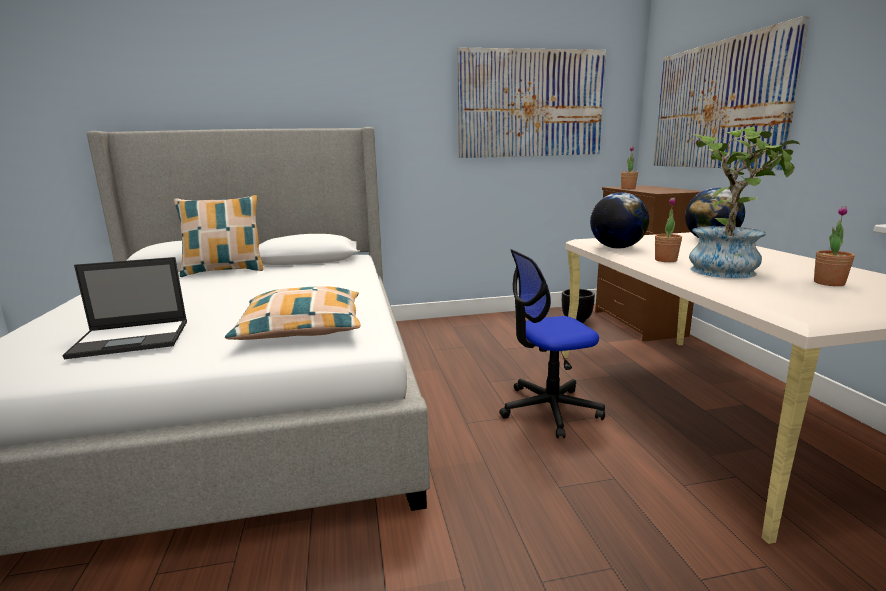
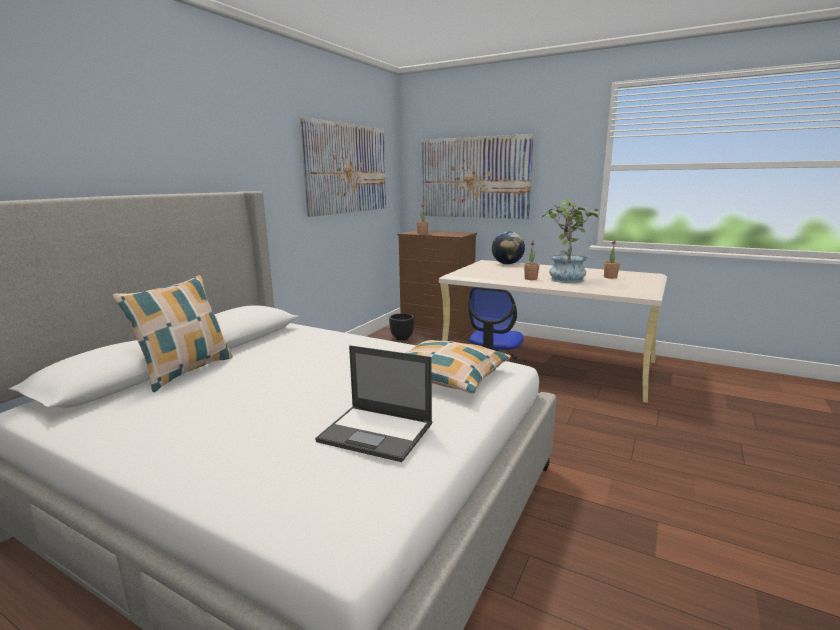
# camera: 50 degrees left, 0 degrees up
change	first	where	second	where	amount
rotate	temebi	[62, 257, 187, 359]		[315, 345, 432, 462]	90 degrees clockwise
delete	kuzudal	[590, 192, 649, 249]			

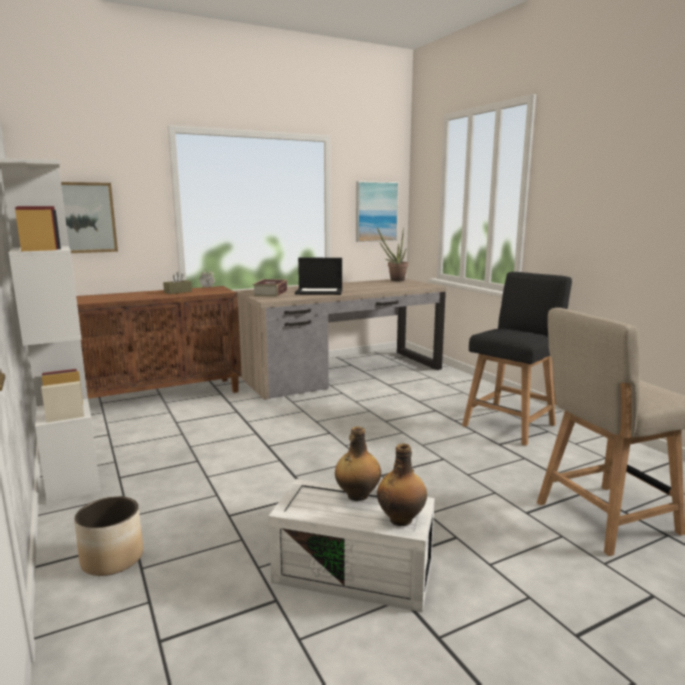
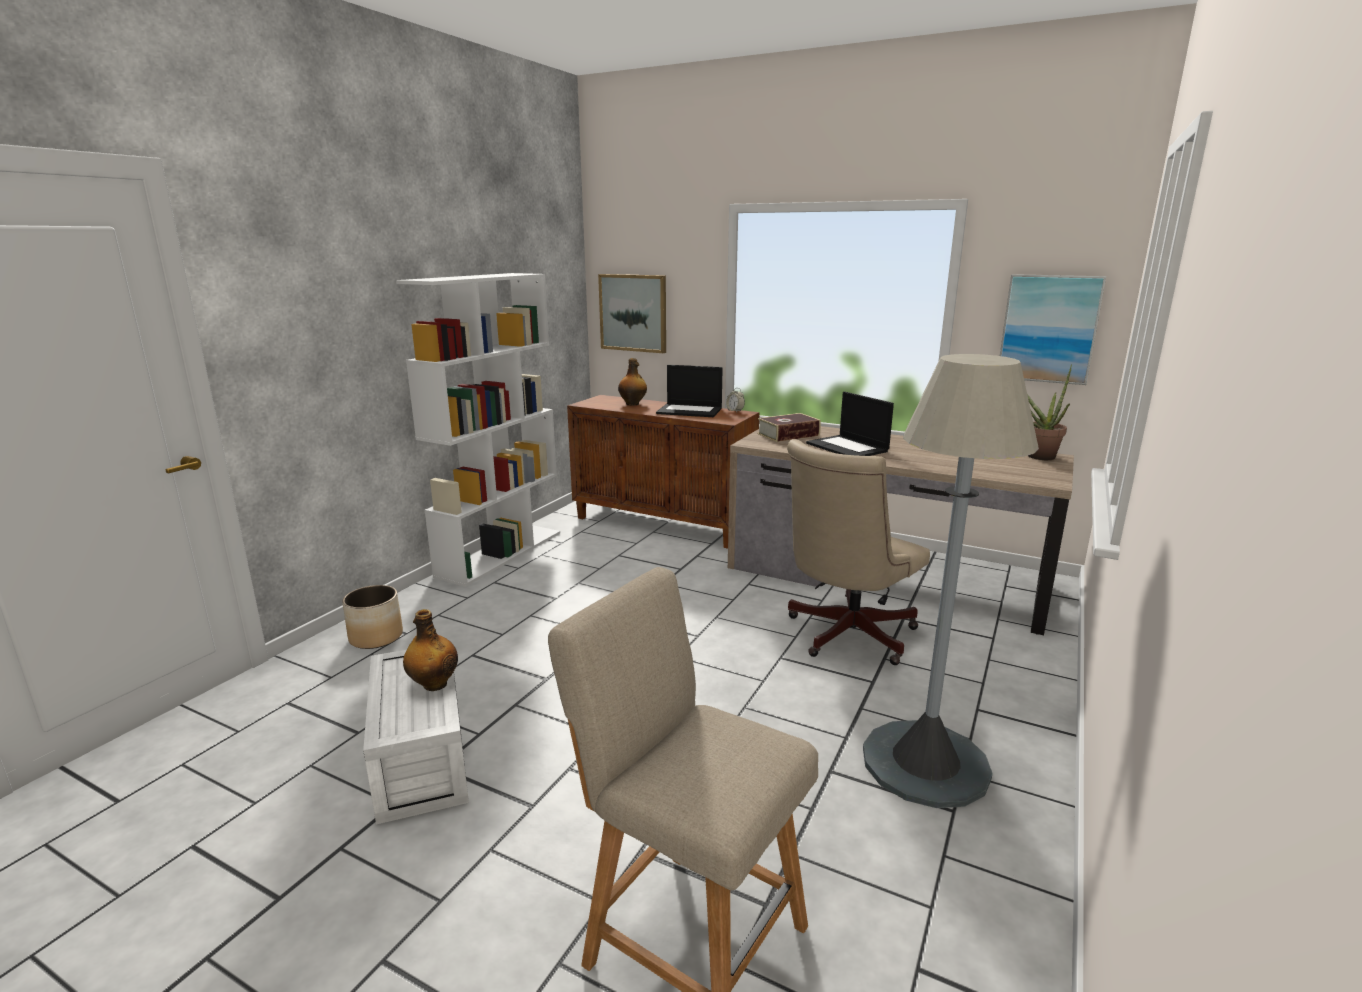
# camera: 55 degrees right, 5 degrees up
change	first	where	second	where	amount
replace	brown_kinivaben	[163, 272, 192, 294]	temebi	[656, 365, 723, 417]	
move	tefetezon	[377, 443, 427, 526]		[618, 358, 647, 405]	
replace	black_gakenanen	[462, 272, 572, 446]	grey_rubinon	[863, 354, 1039, 808]	
insert			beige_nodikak	[787, 439, 930, 665]	

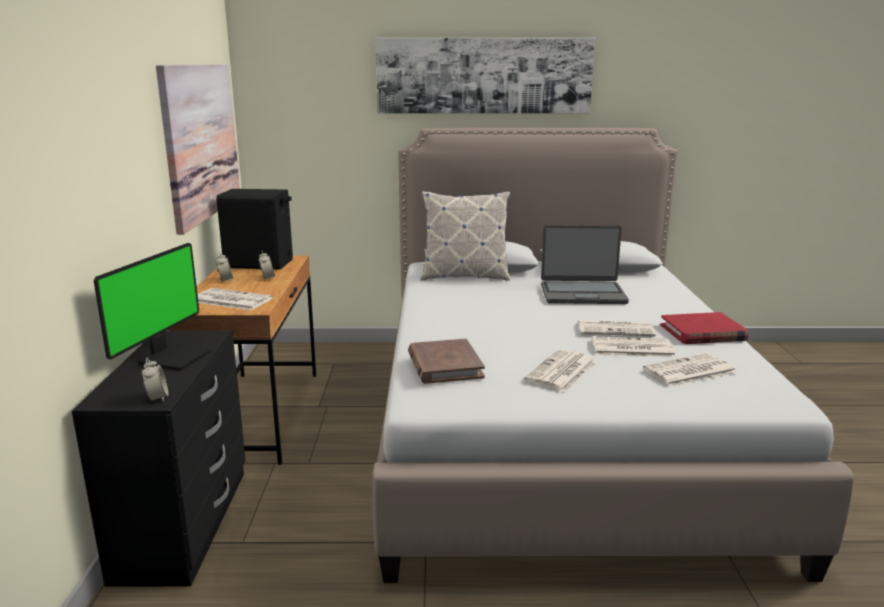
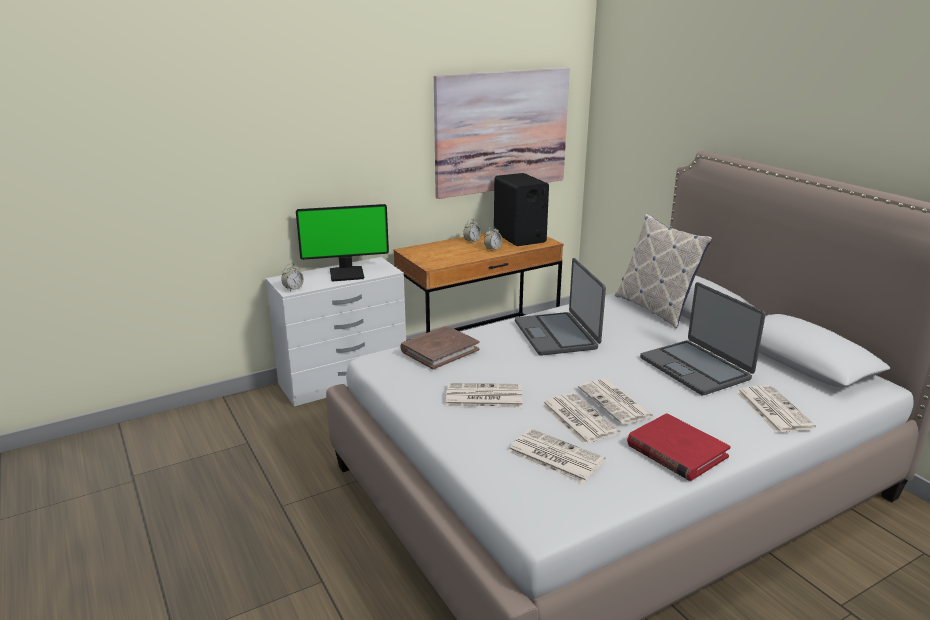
# camera: 60 degrees right, 5 degrees up
change	first	where	second	where	amount
recolor	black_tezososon	[72, 330, 246, 587]	white_tezososon	[266, 257, 406, 406]	
move	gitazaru	[198, 288, 273, 310]		[736, 385, 816, 433]	
delete	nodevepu	[375, 38, 595, 113]			
insert			temebi	[515, 258, 606, 356]	

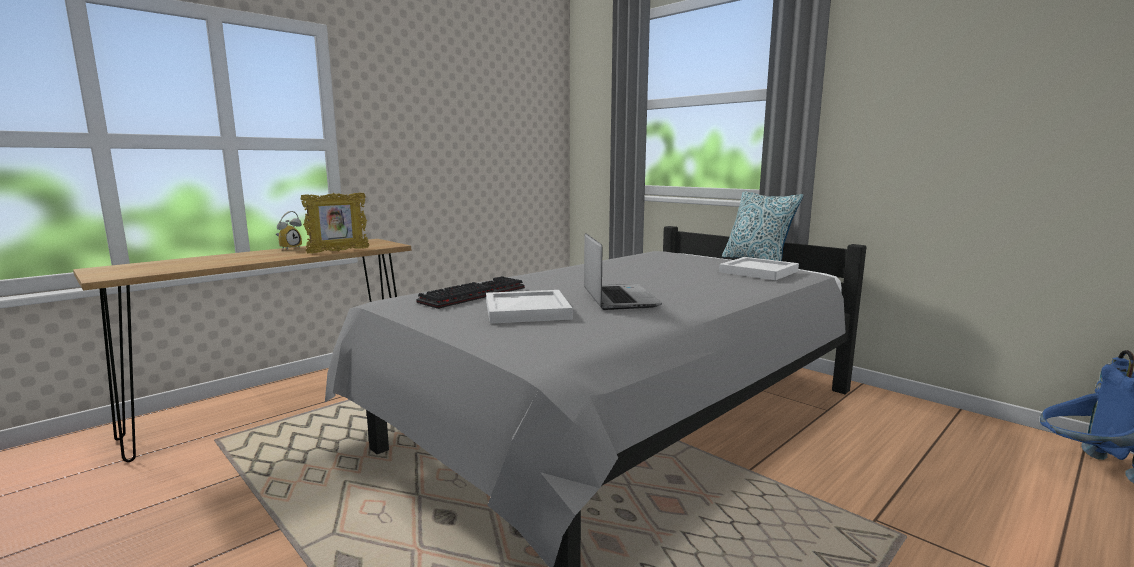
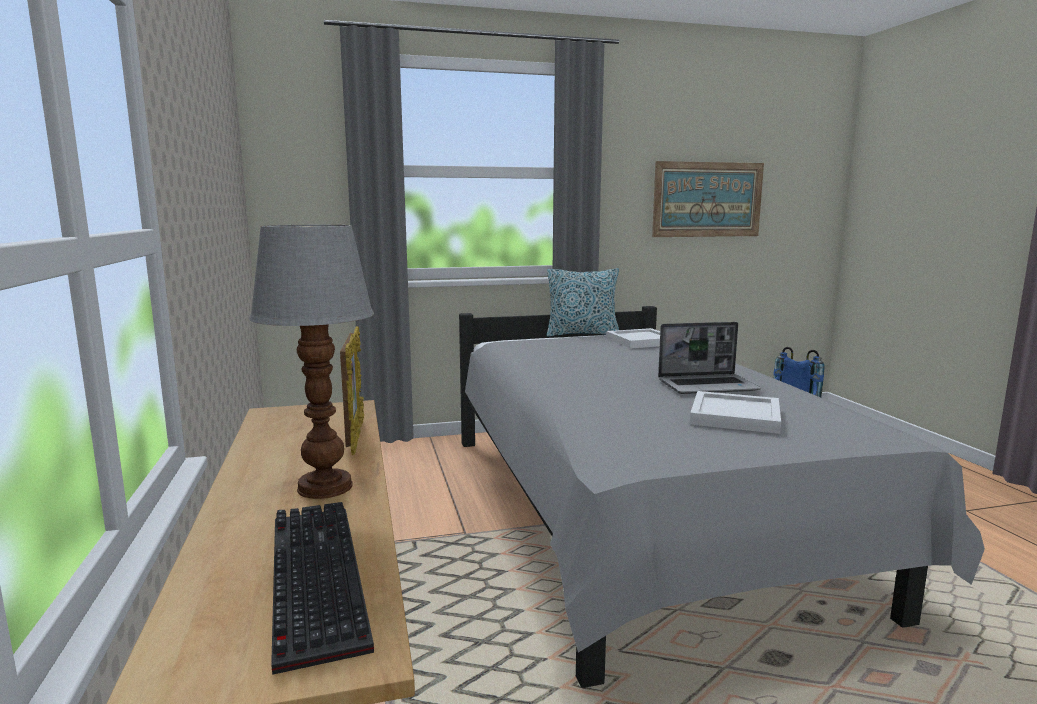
# camera: 60 degrees left, 0 degrees up
change	first	where	second	where	amount
delete	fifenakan	[276, 211, 302, 250]			
move	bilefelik	[416, 276, 525, 309]		[271, 502, 374, 675]	
rotate	temebi	[584, 233, 662, 310]		[658, 322, 761, 394]	150 degrees clockwise
insert			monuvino	[249, 225, 374, 499]	
insert			nodevepu	[652, 161, 764, 237]	

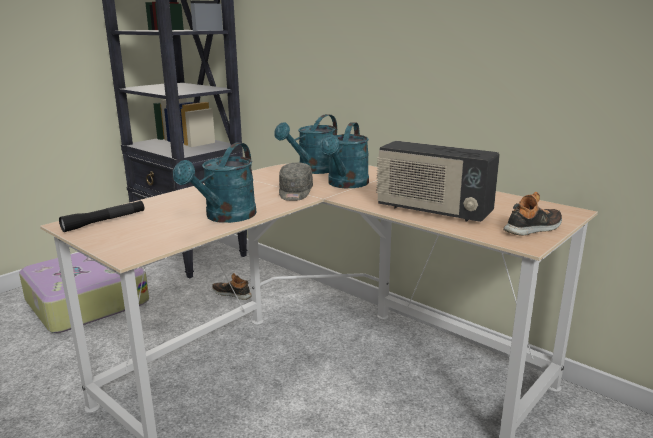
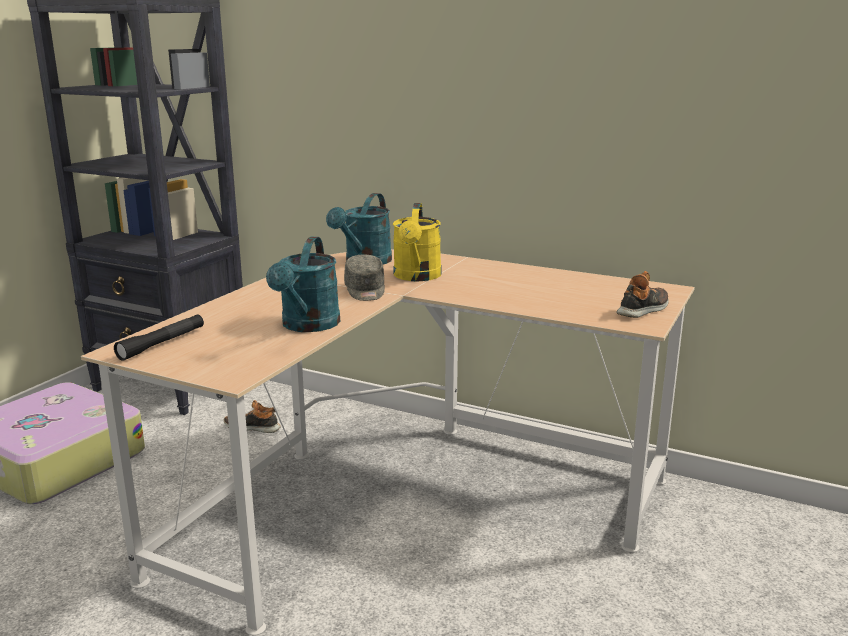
# camera: 15 degrees left, 0 degrees up
change	first	where	second	where	amount
recolor	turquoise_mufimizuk	[320, 122, 369, 188]	yellow_mufimizuk	[393, 203, 442, 281]	
delete	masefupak	[376, 141, 500, 222]			

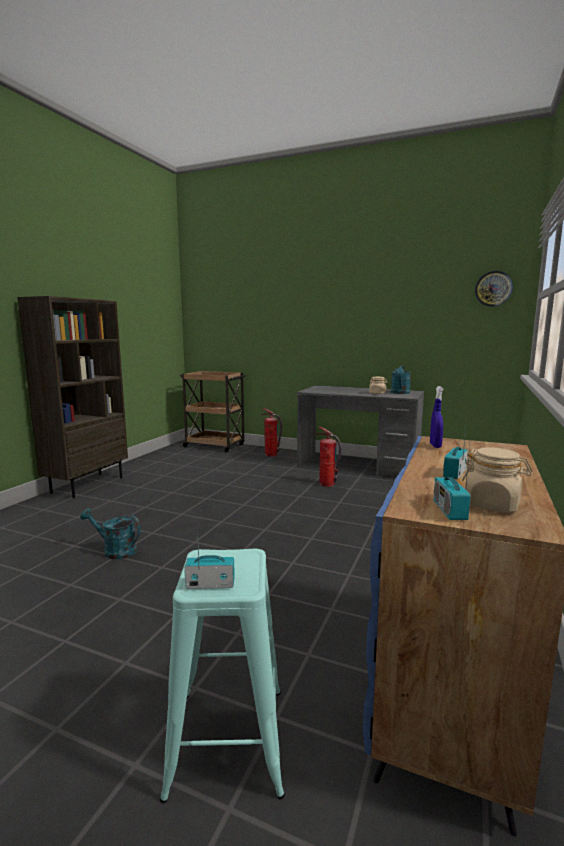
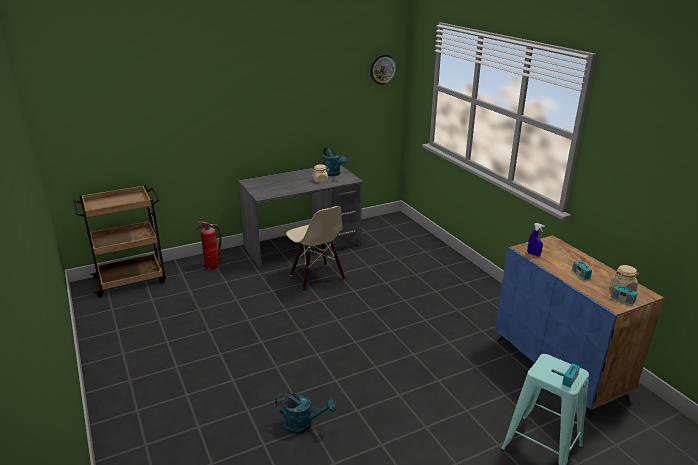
# camera: 50 degrees left, 15 degrees up
change	first	where	second	where	amount
delete	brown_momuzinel	[17, 296, 128, 498]			
rotate	turquoise_mufimizuk	[80, 508, 141, 559]		[275, 393, 336, 434]	135 degrees counterclockwise
replace	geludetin	[316, 427, 342, 487]	beige_gakenanen	[286, 206, 345, 292]	

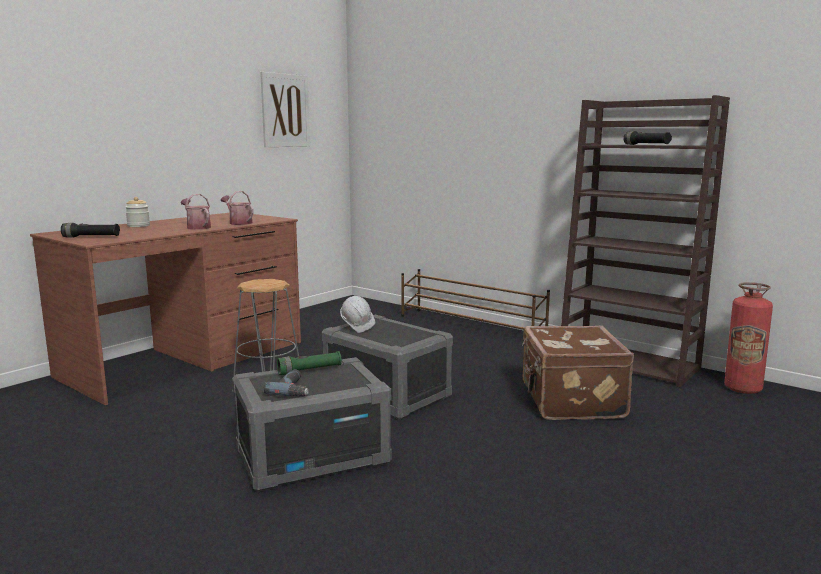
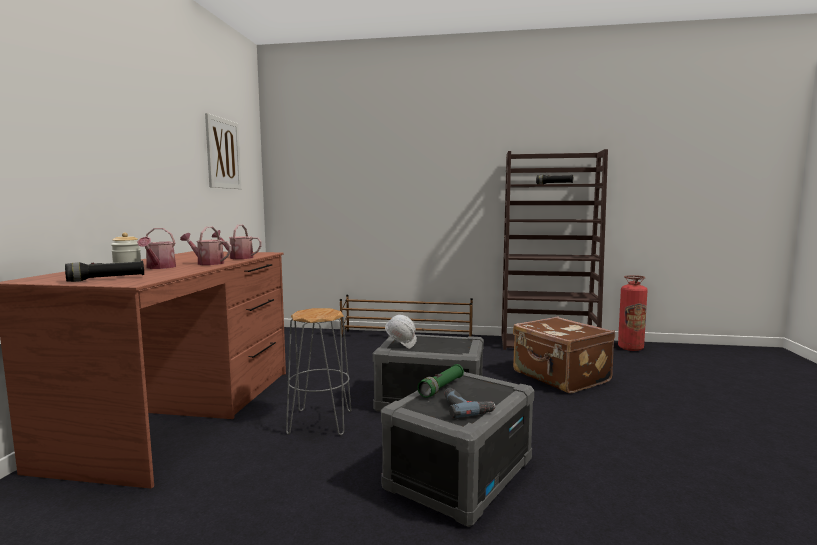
# camera: 30 degrees left, 5 degrees down
change	first	where	second	where	amount
insert			mufimizuk	[137, 228, 176, 269]	

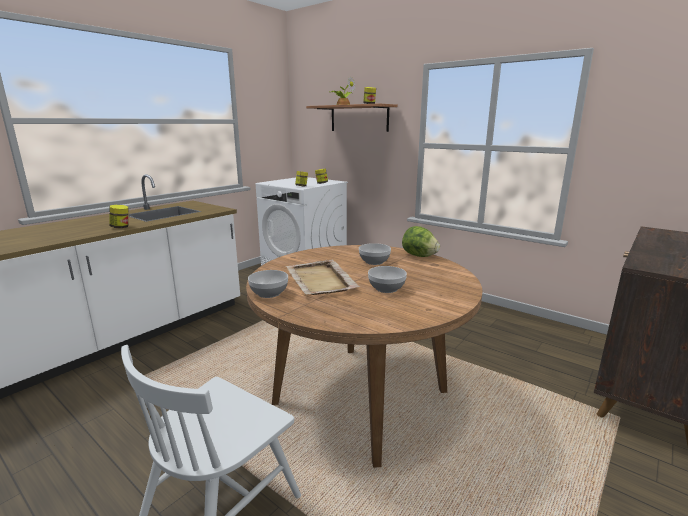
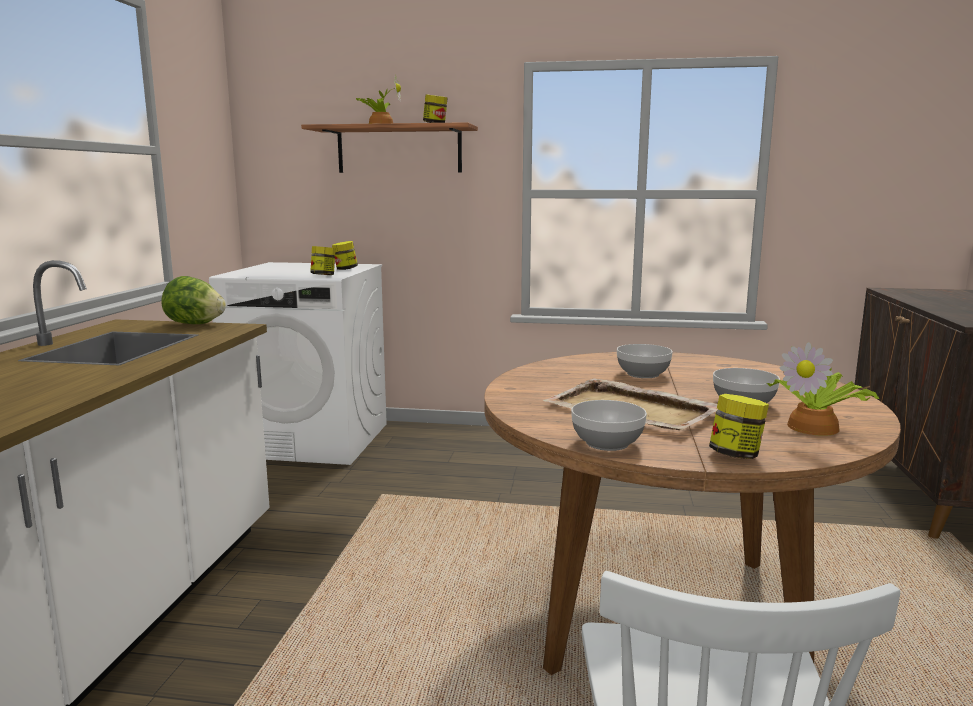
# camera: 30 degrees left, 5 degrees down
change	first	where	second	where	amount
move	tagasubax	[109, 205, 129, 228]		[709, 394, 769, 459]	
move	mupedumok	[402, 226, 440, 257]		[161, 276, 226, 324]	
insert			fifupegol	[767, 342, 879, 436]	

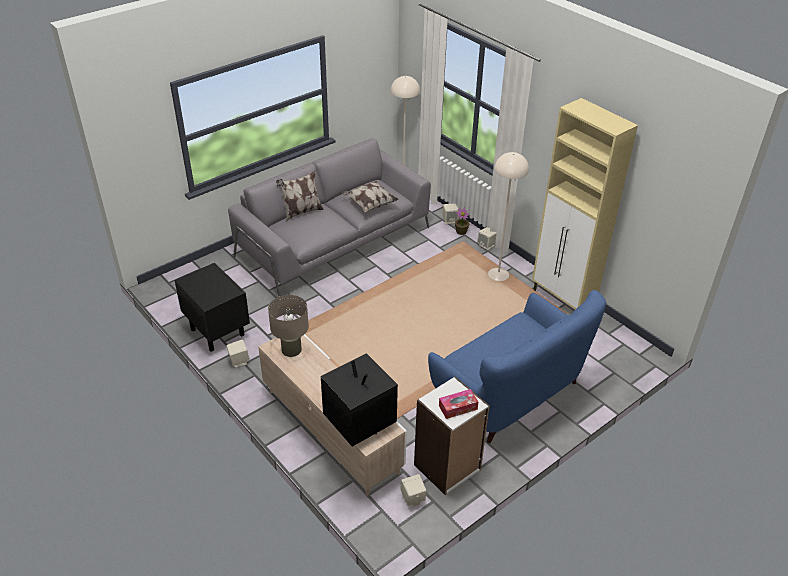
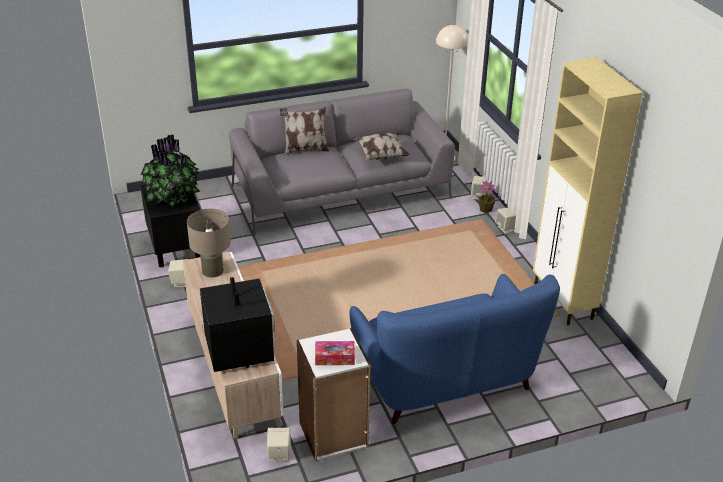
# camera: 20 degrees right, 5 degrees down
change	first	where	second	where	amount
delete	beige_rubinon	[488, 152, 529, 281]			
insert			fifupegol	[141, 134, 201, 207]	

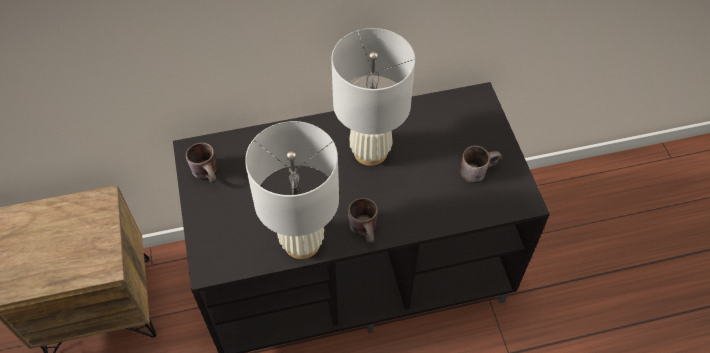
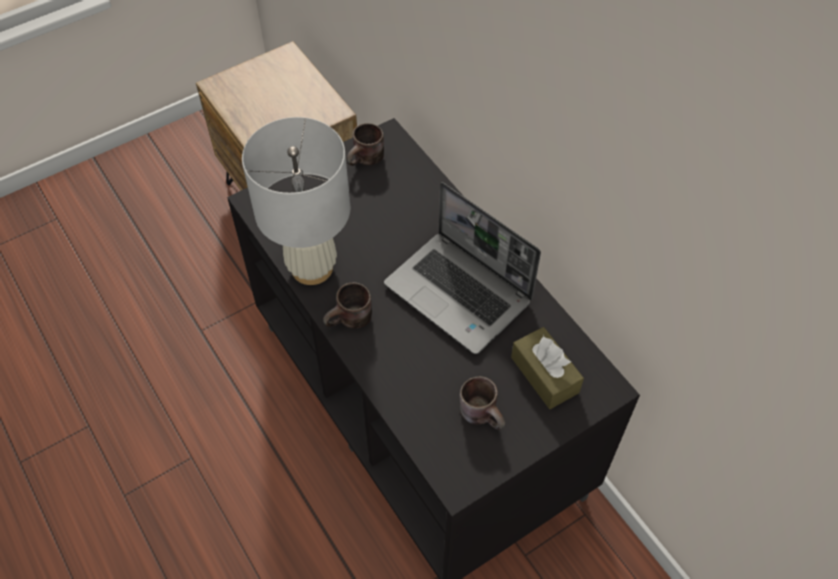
# camera: 70 degrees right, 0 degrees up
change	first	where	second	where	amount
replace	white_monuvino	[331, 28, 415, 166]	temebi	[384, 182, 541, 354]	
insert			brown_kinivaben	[511, 327, 584, 409]	

